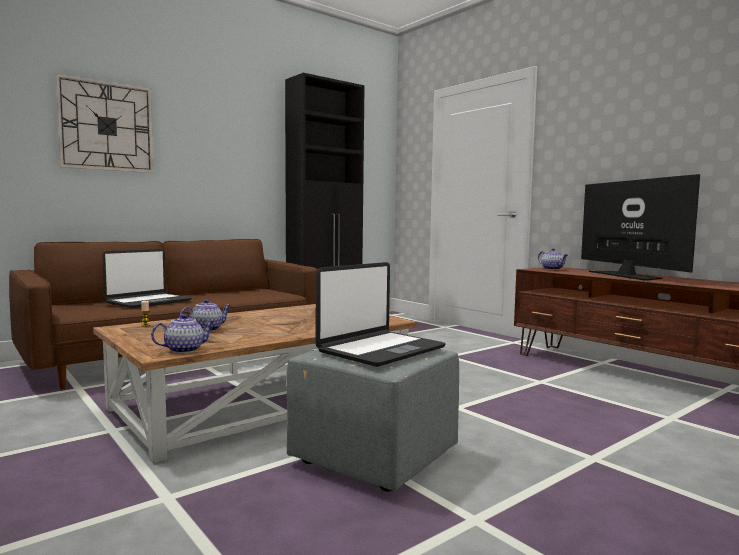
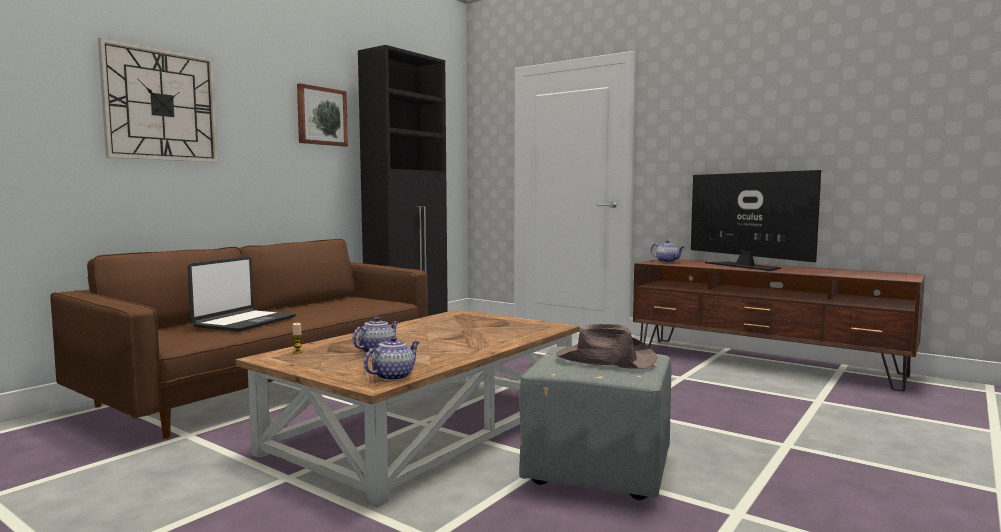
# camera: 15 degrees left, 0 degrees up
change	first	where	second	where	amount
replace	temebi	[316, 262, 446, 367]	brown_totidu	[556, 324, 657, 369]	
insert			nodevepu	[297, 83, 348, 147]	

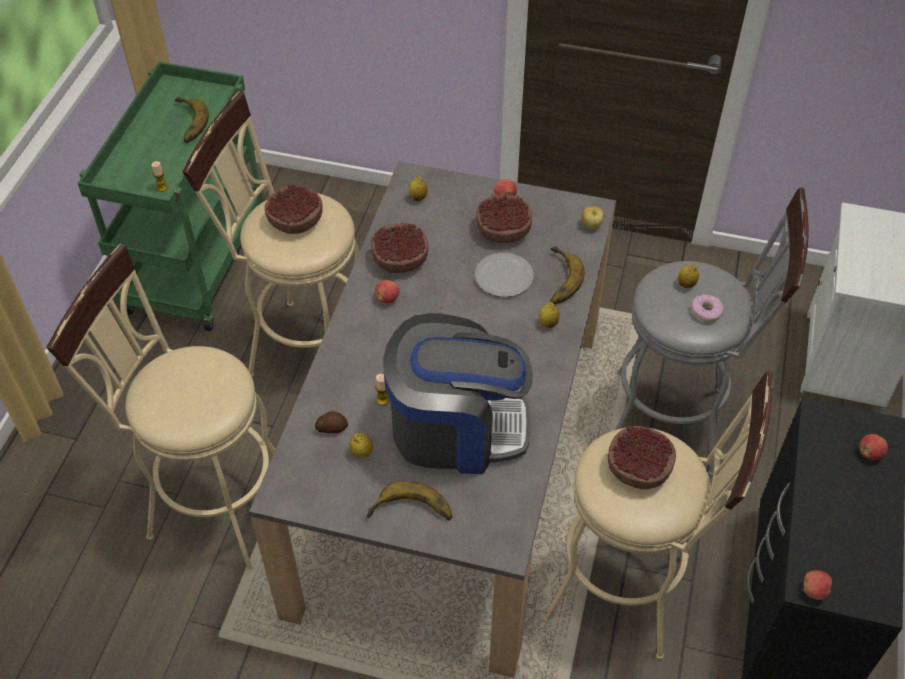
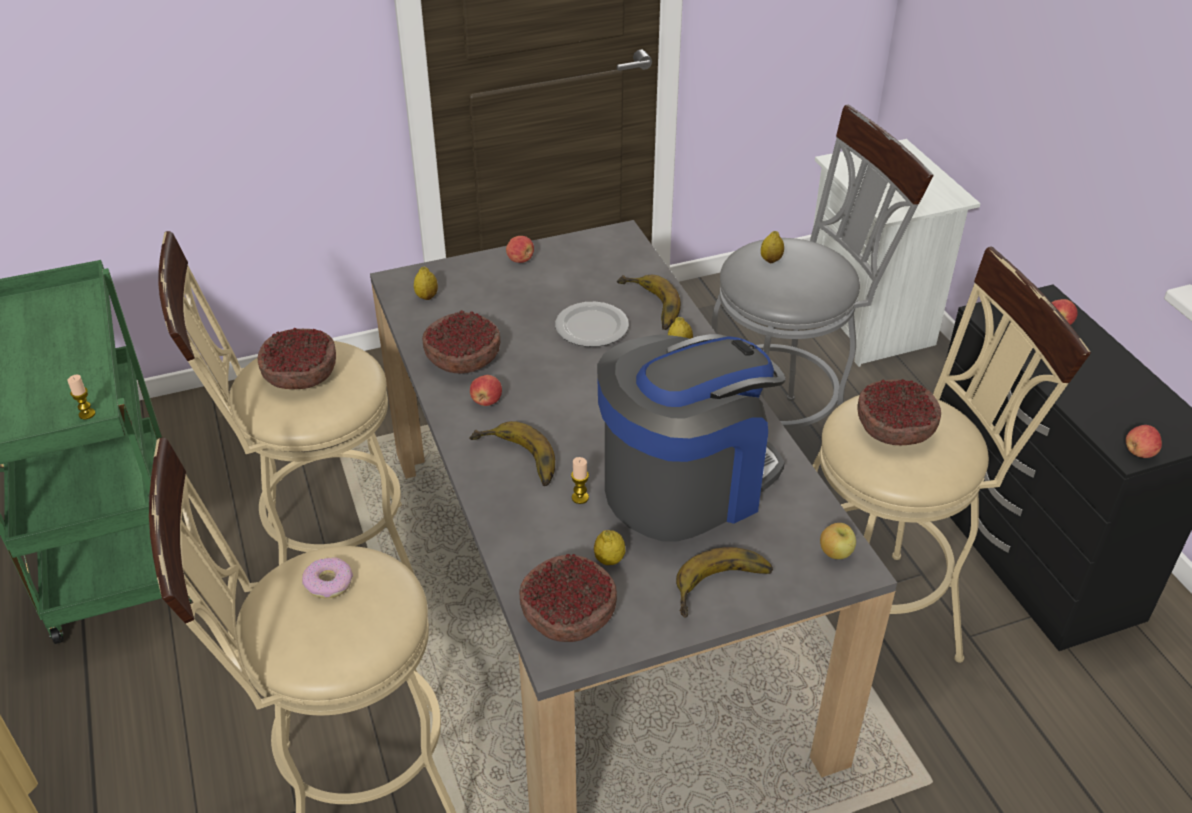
# camera: 35 degrees left, 10 degrees down
change	first	where	second	where	amount
move	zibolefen	[175, 96, 209, 143]		[469, 421, 555, 486]	
delete	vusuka	[315, 411, 348, 433]			
move	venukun	[476, 195, 532, 243]		[519, 554, 617, 642]	
move	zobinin	[582, 206, 604, 229]		[820, 523, 856, 559]	
move	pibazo	[691, 294, 724, 322]		[302, 557, 353, 598]	

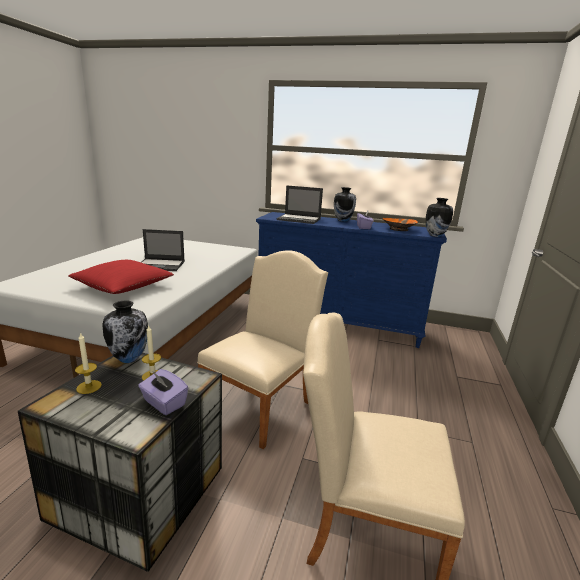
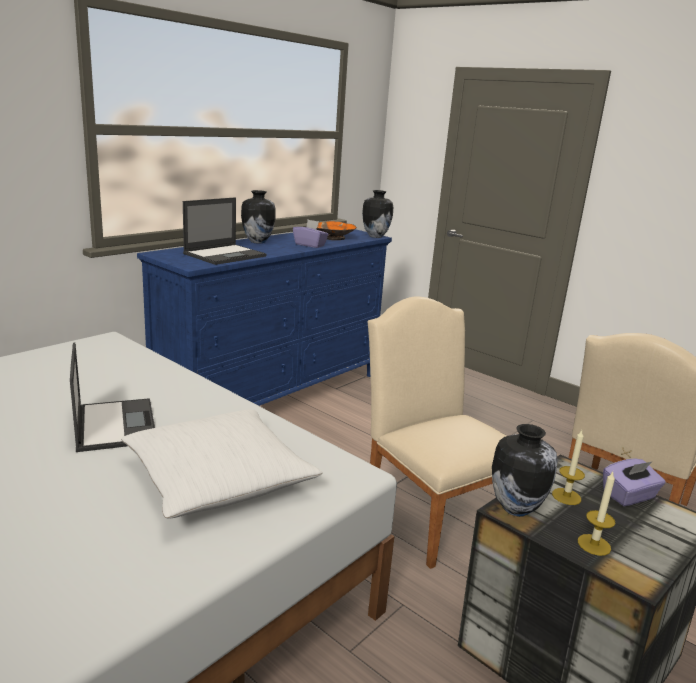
# camera: 65 degrees left, 0 degrees up
change	first	where	second	where	amount
recolor	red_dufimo	[68, 260, 174, 294]	white_dufimo	[121, 409, 322, 519]	
rotate	temebi	[141, 229, 185, 271]		[70, 342, 155, 452]	45 degrees counterclockwise

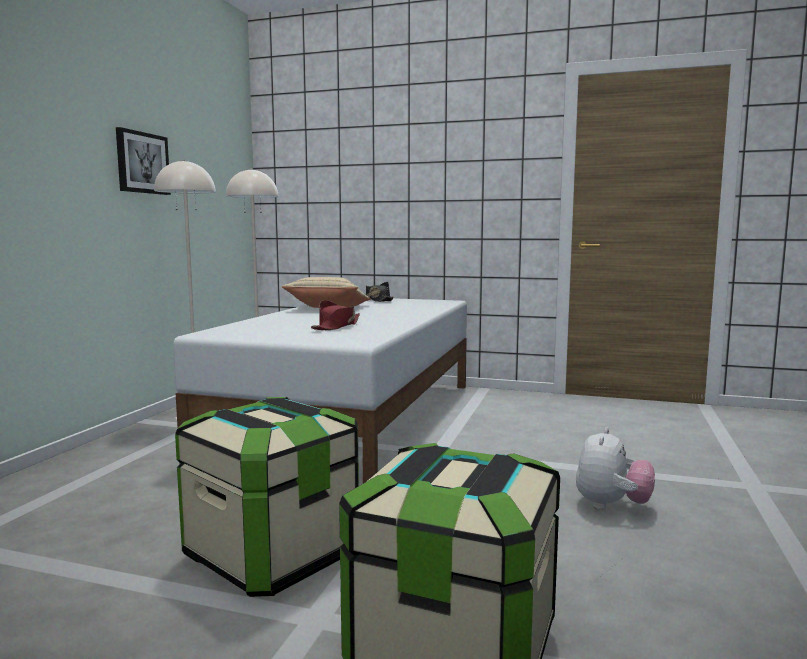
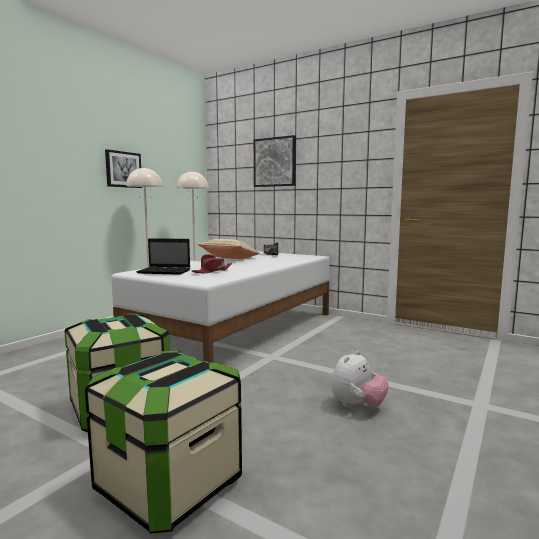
# camera: 15 degrees right, 0 degrees up
change	first	where	second	where	amount
insert			temebi	[136, 238, 190, 275]	
insert			nodevepu	[254, 135, 296, 187]	

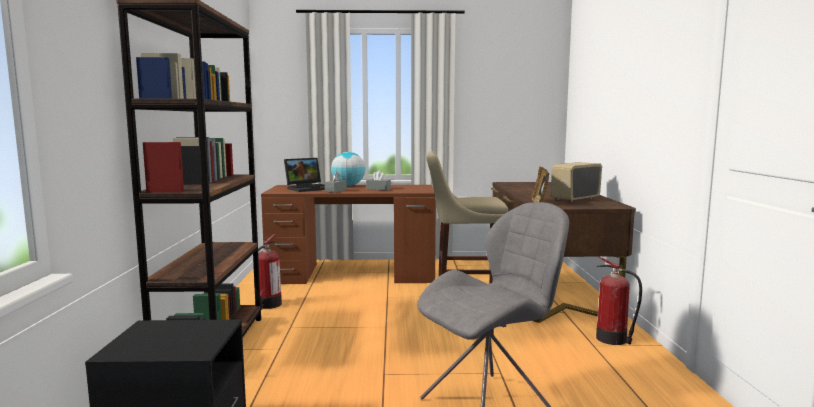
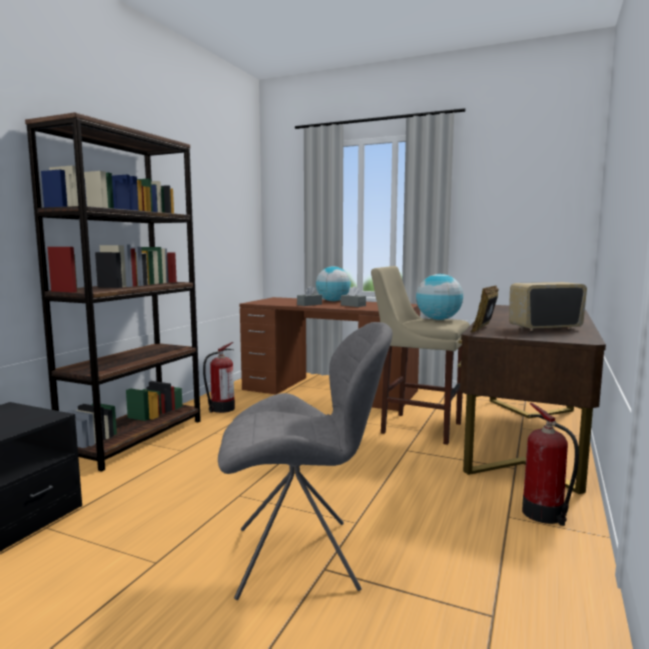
# camera: 25 degrees right, 0 degrees up
change	first	where	second	where	amount
delete	temebi	[284, 158, 325, 192]			
insert			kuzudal	[416, 274, 463, 320]	

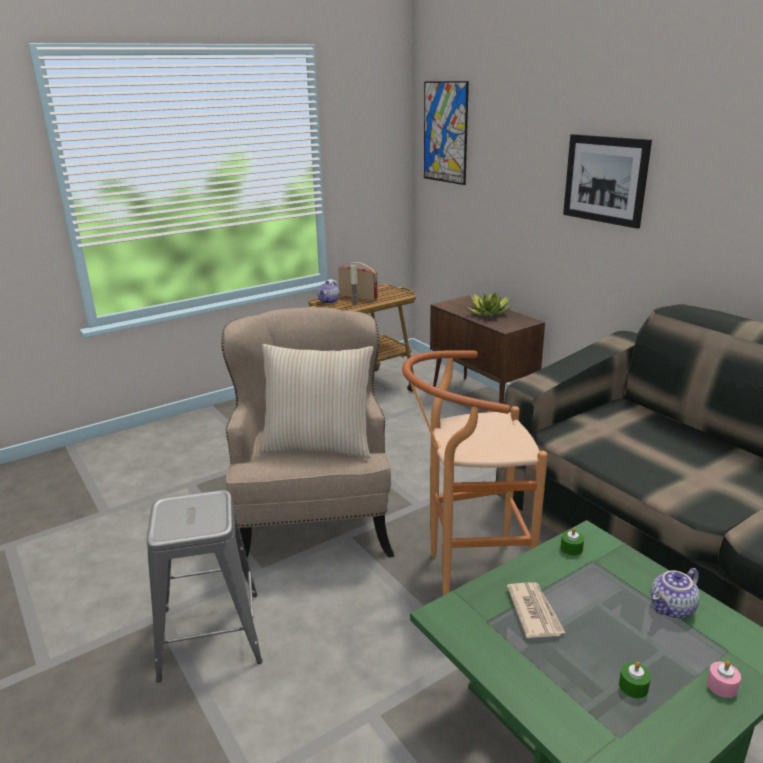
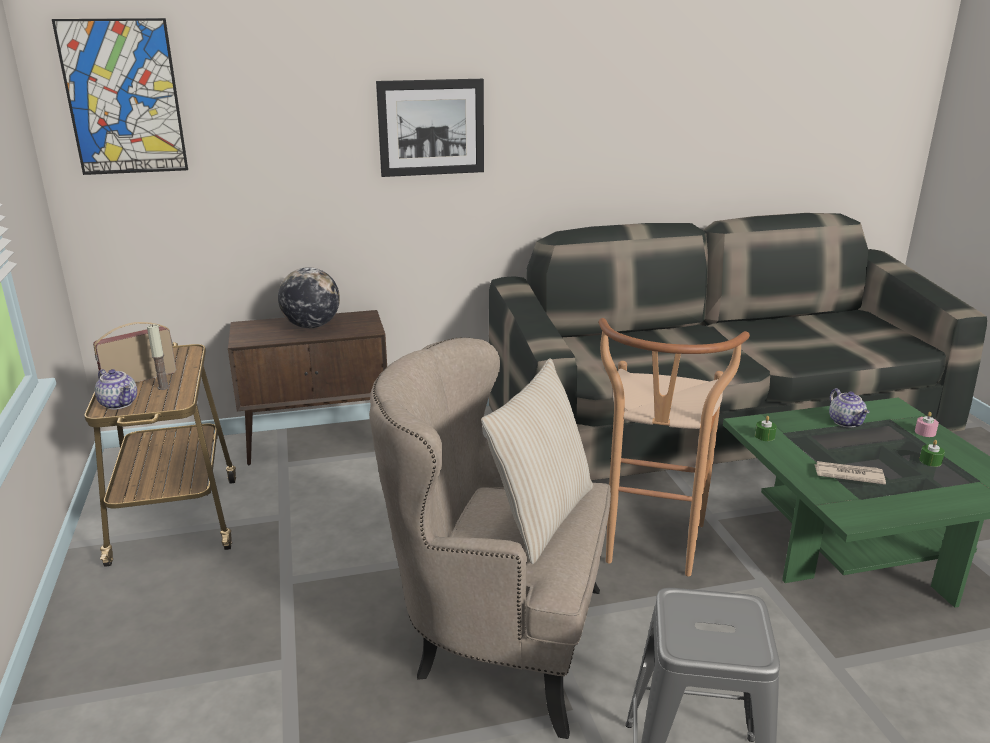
# camera: 70 degrees left, 0 degrees up
change	first	where	second	where	amount
replace	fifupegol	[467, 293, 512, 317]	kuzudal	[278, 267, 340, 328]	

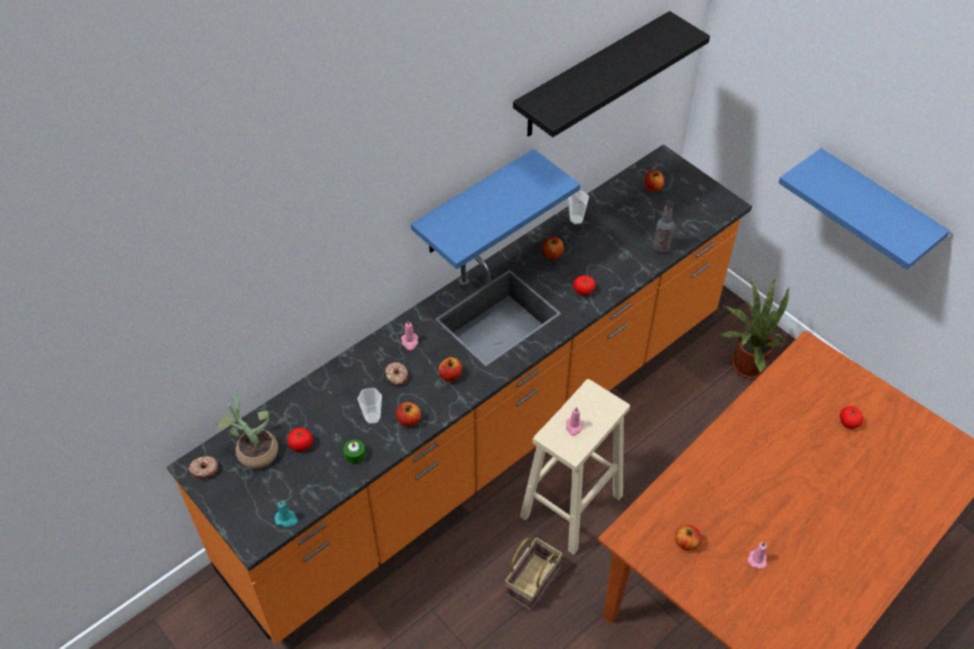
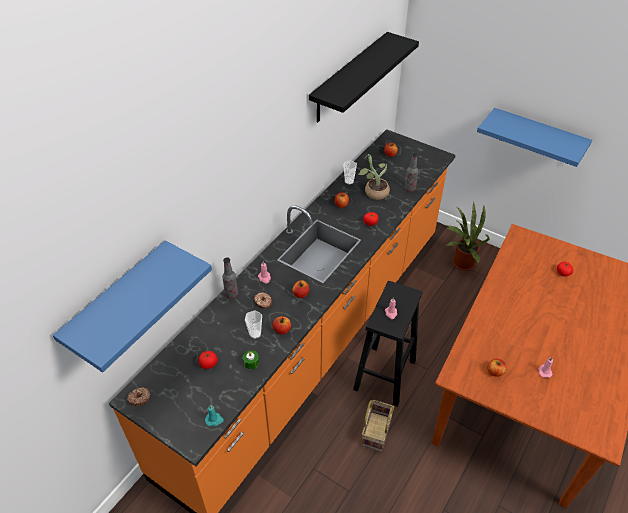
# camera: 15 degrees left, 5 degrees down
change	first	where	second	where	amount
move	fifupegol	[217, 395, 278, 469]		[358, 154, 390, 200]	
move	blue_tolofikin	[411, 149, 580, 269]		[53, 240, 212, 373]	
recolor	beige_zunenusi	[520, 379, 630, 555]	black_zunenusi	[353, 281, 422, 407]	
insert			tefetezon	[222, 257, 238, 299]	

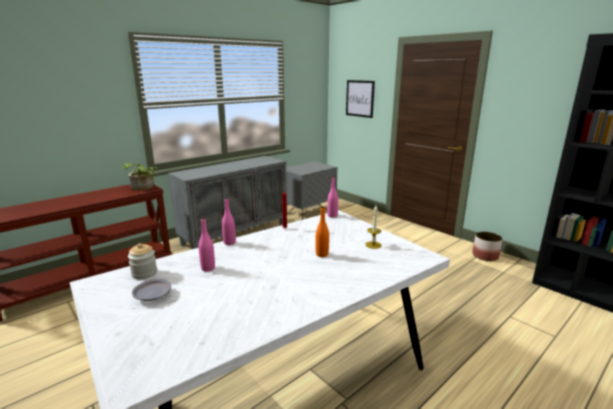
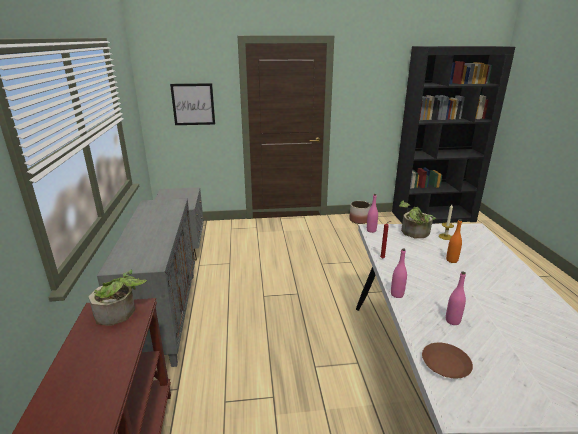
# camera: 55 degrees left, 5 degrees up
change	first	where	second	where	amount
replace	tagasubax	[128, 243, 157, 279]	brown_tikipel	[422, 343, 473, 378]	
delete	grey_tikipel	[132, 279, 171, 301]			
insert			fifupegol	[399, 200, 437, 238]	

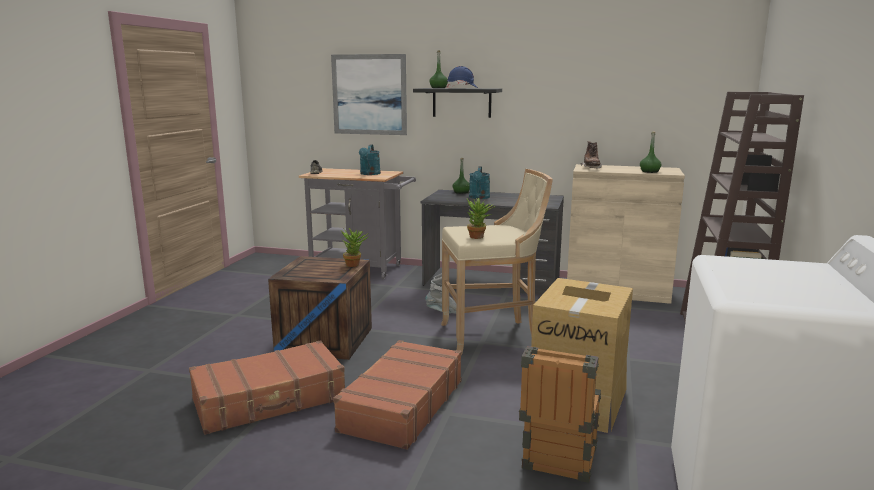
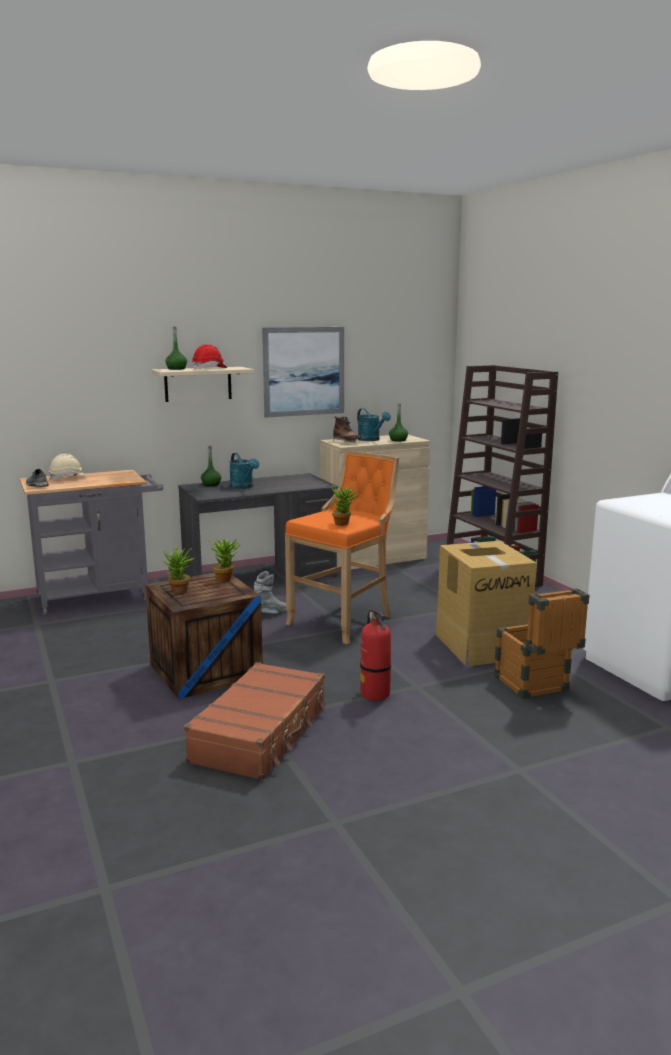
# camera: 40 degrees left, 0 degrees up
change	first	where	second	where	amount
move	nodevepu	[331, 54, 407, 135]		[262, 327, 344, 418]	
replace	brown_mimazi	[333, 340, 462, 450]	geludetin	[360, 609, 391, 701]	
move	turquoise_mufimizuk	[359, 144, 381, 175]		[357, 408, 391, 441]	
recolor	black_tolofikin	[413, 88, 502, 118]	beige_tolofikin	[152, 367, 254, 402]	
recolor	beige_zunenusi	[441, 169, 553, 353]	orange_zunenusi	[285, 451, 399, 644]	
recolor	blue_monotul	[447, 66, 478, 88]	red_monotul	[192, 344, 227, 369]	
insert			beige_monotul	[49, 454, 87, 481]	
insert			fifupegol	[163, 546, 194, 593]	

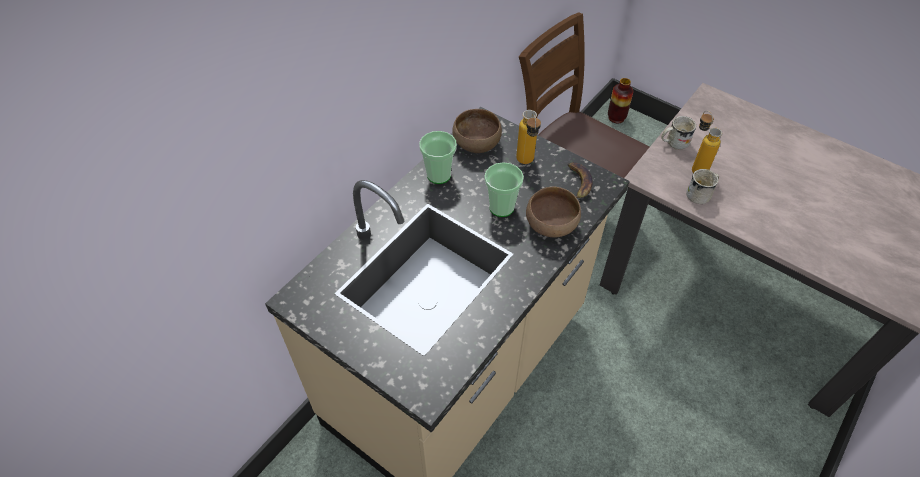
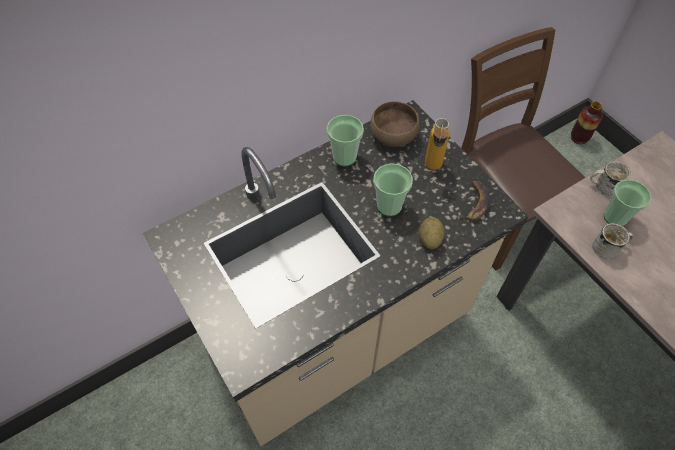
# camera: 20 degrees right, 5 degrees up
change	first	where	second	where	amount
replace	brown_venukun	[526, 187, 581, 237]	vusuka	[419, 217, 445, 249]	
replace	tefetezon	[692, 110, 722, 173]	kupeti	[604, 179, 652, 226]	

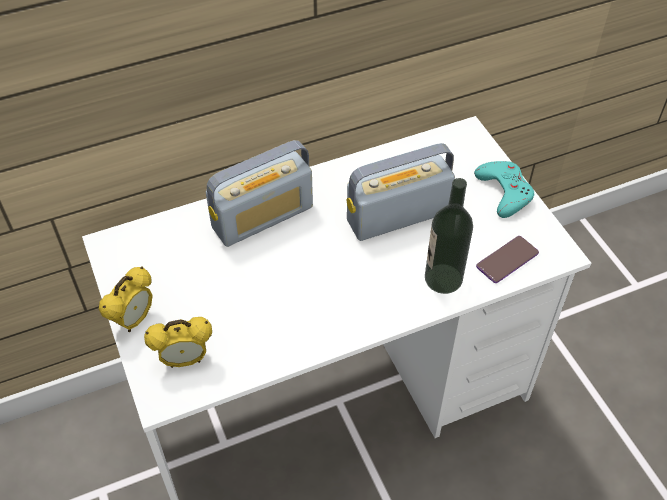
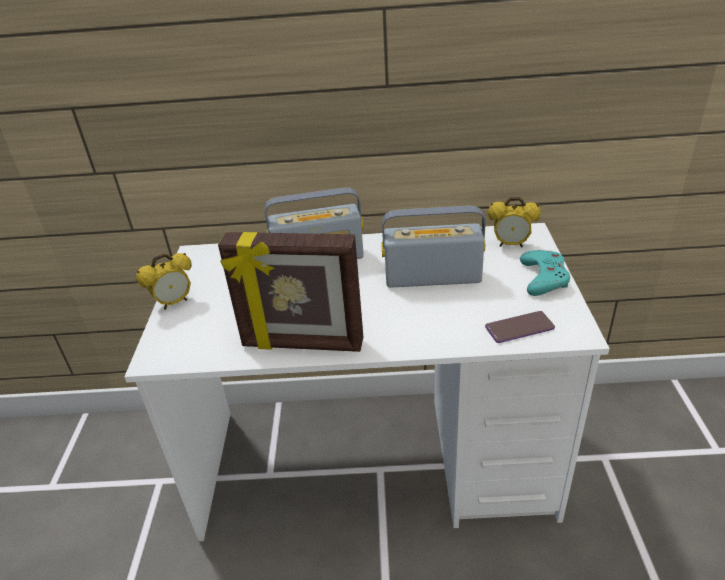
# camera: 25 degrees right, 15 degrees down
change	first	where	second	where	amount
move	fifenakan	[144, 317, 212, 368]		[488, 197, 541, 248]	
delete	tefetezon	[425, 178, 473, 294]			
insert			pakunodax	[218, 232, 363, 352]	

